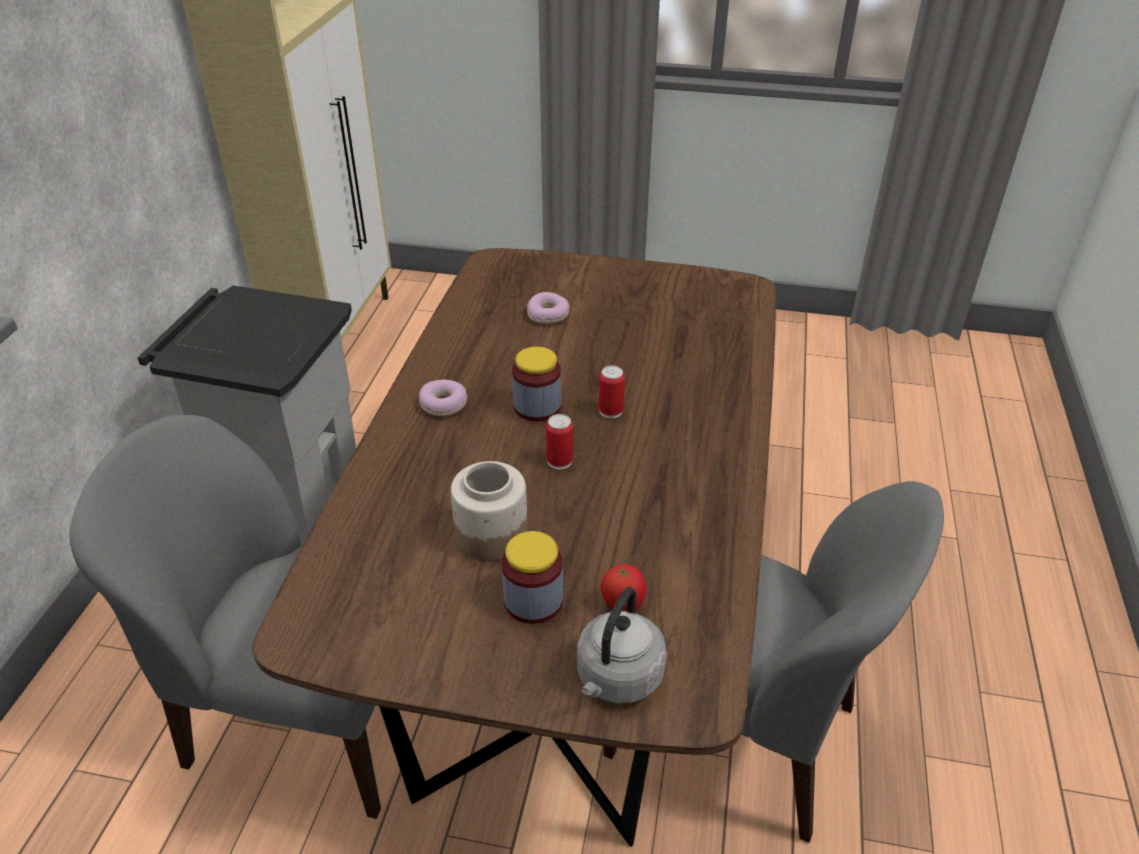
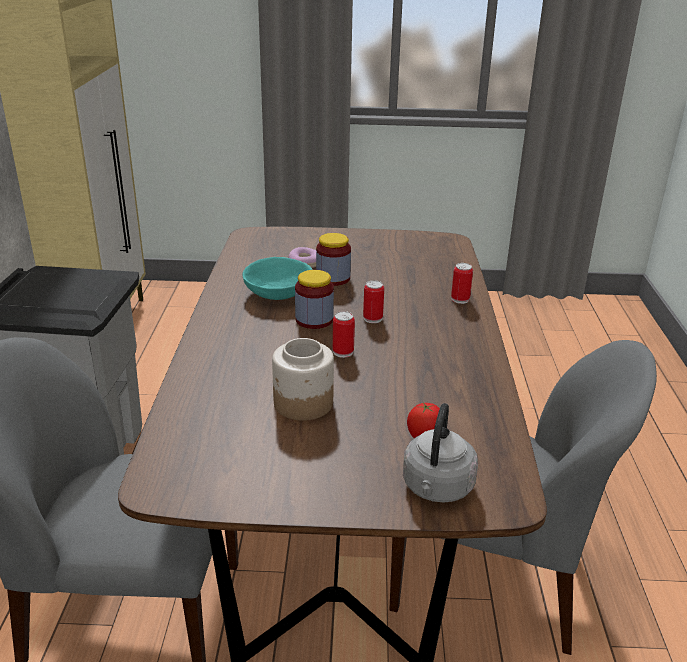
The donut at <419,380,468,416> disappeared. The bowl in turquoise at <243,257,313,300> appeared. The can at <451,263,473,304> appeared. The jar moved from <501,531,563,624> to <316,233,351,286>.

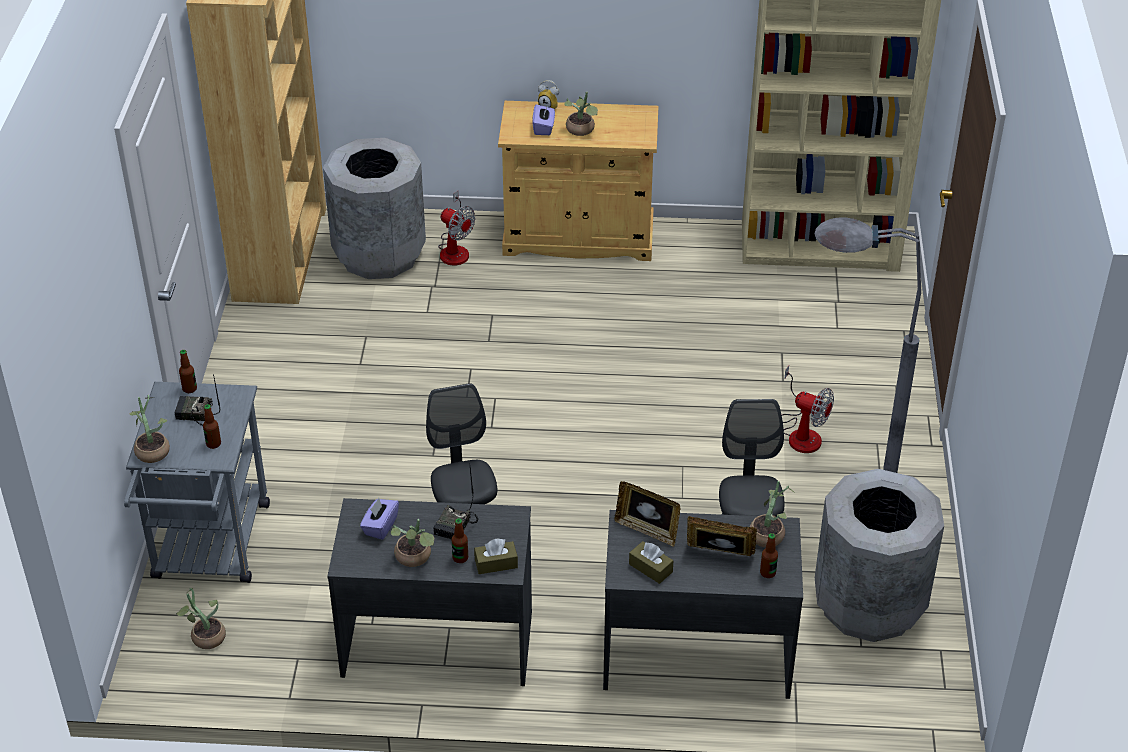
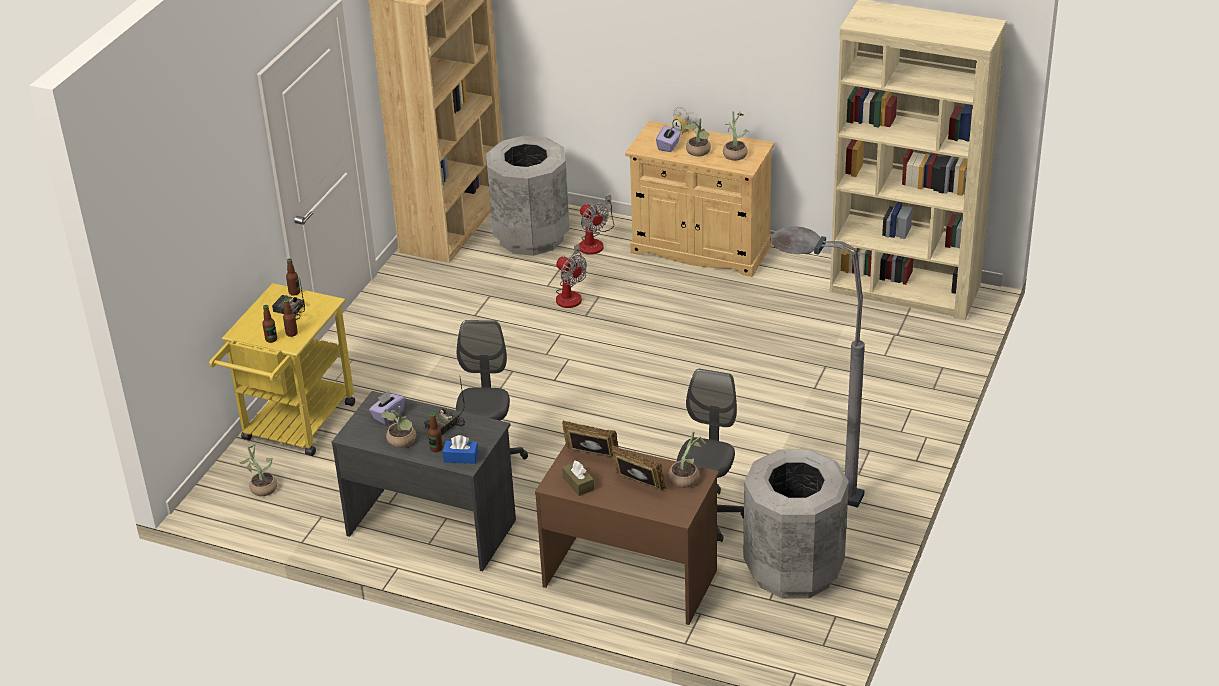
The potted plant moved from <130,395,170,463> to <723,111,749,161>. The bottle moved from <760,533,778,578> to <262,305,277,343>. The fan moved from <782,366,834,453> to <556,244,587,308>. The cart in grey at <124,382,270,583> became the cart in yellow at <209,283,355,456>. The tissue box in brown at <474,538,518,574> became the tissue box in blue at <443,435,479,464>. The desk in grey at <603,510,803,699> became the desk in brown at <535,444,719,625>. The picture frame at <615,481,680,547> turned 150 degrees clockwise.

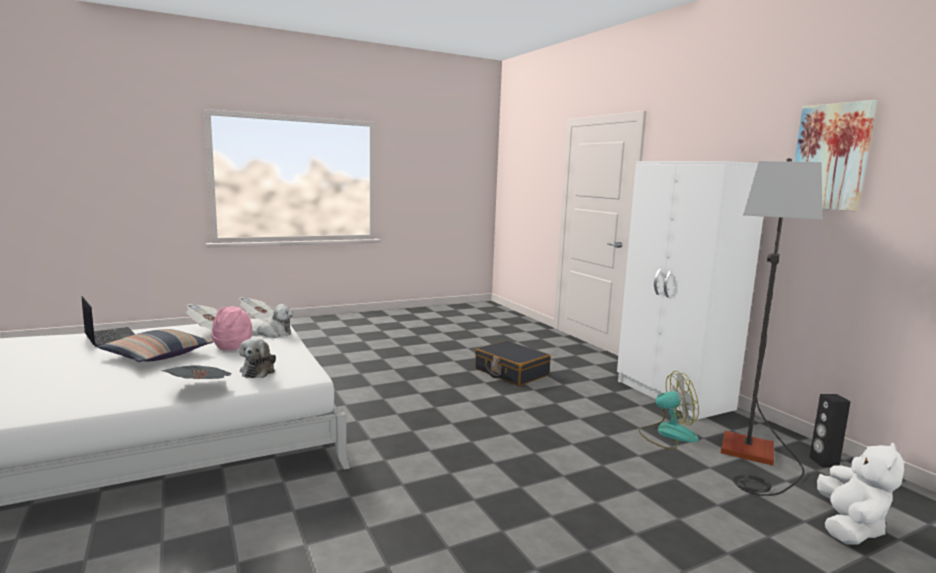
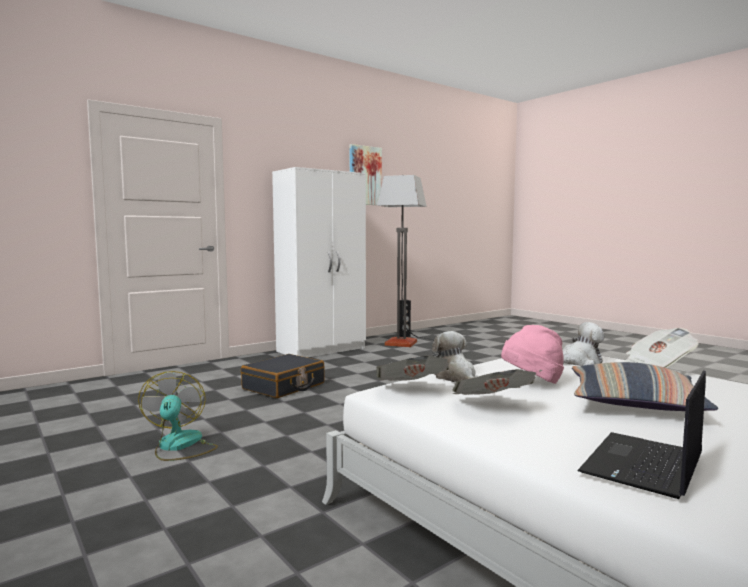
The plush toy in white at <817,442,904,545> disappeared. The fan moved from <638,371,699,450> to <138,371,218,461>.

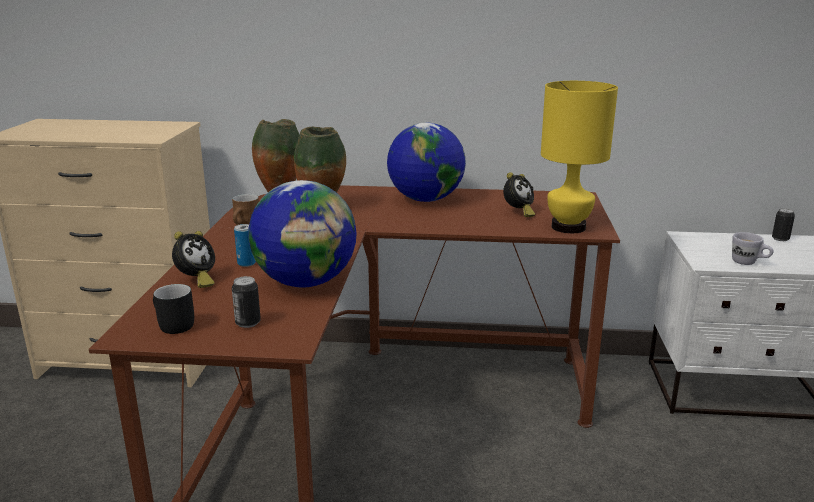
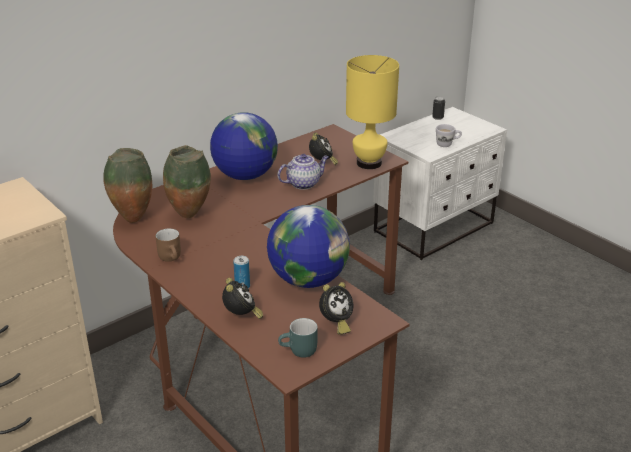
The teapot at <278,154,329,190> appeared. The can at <232,276,261,328> was replaced by the alarm clock at <319,282,353,335>. The mug in black at <153,284,194,334> became the mug in turquoise at <278,318,318,358>.

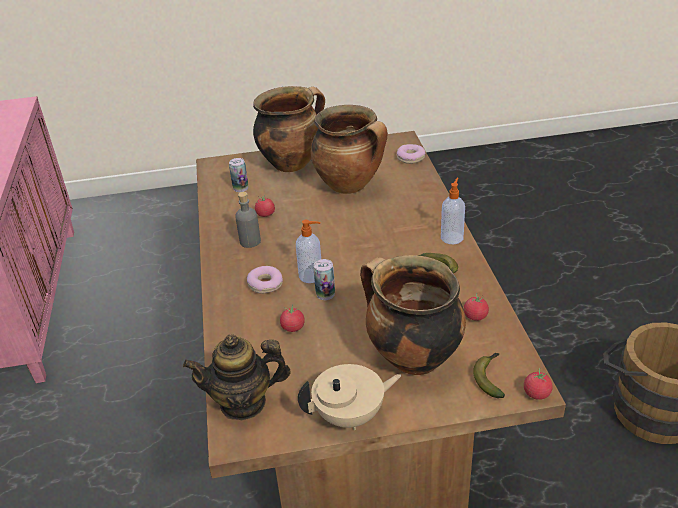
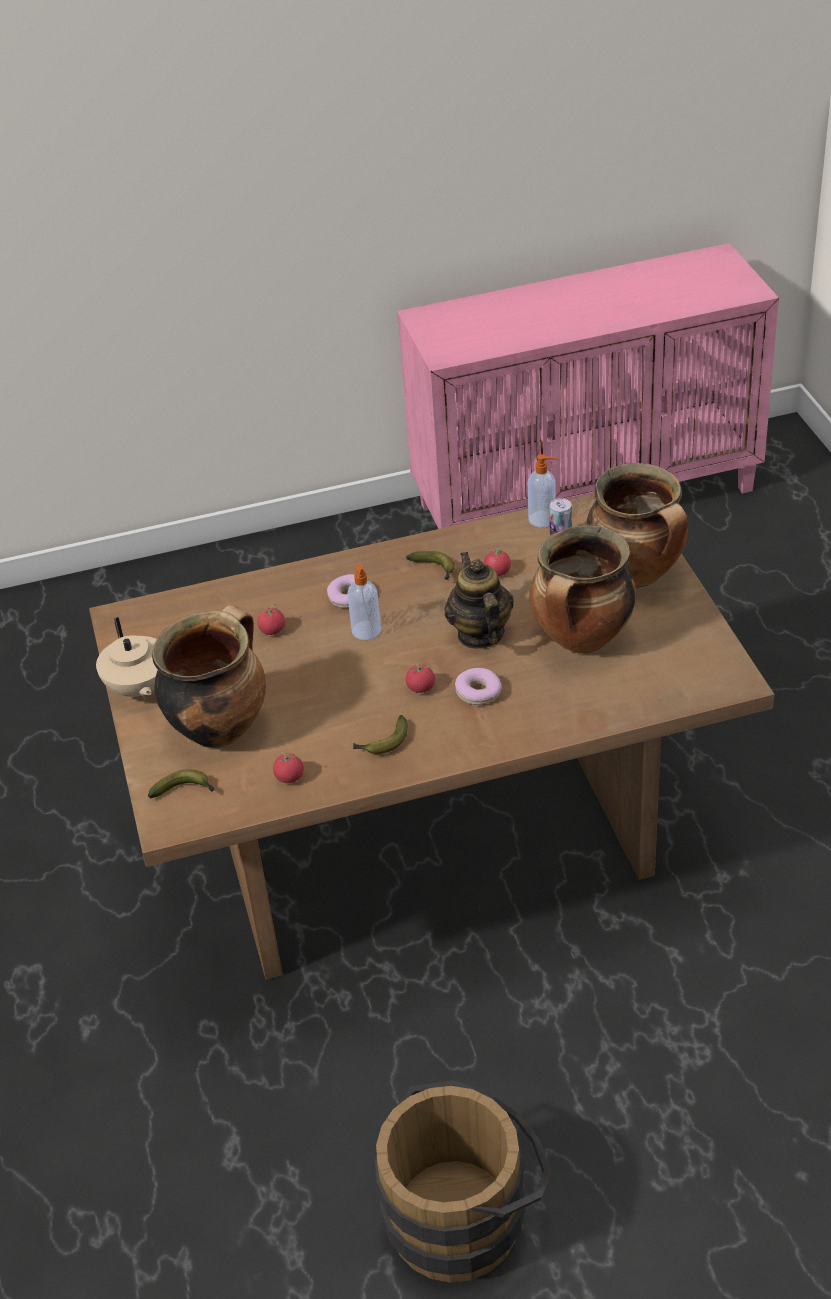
The can at <313,259,335,300> disappeared. The teapot moved from <183,335,291,420> to <444,552,514,649>. The donut moved from <397,144,425,164> to <455,668,502,705>. The soap dispenser moved from <441,178,465,244> to <528,454,558,527>. The tomato moved from <524,368,553,400> to <406,663,435,693>. The bottle in grey at <235,192,261,248> was replaced by the banana at <406,551,455,580>.

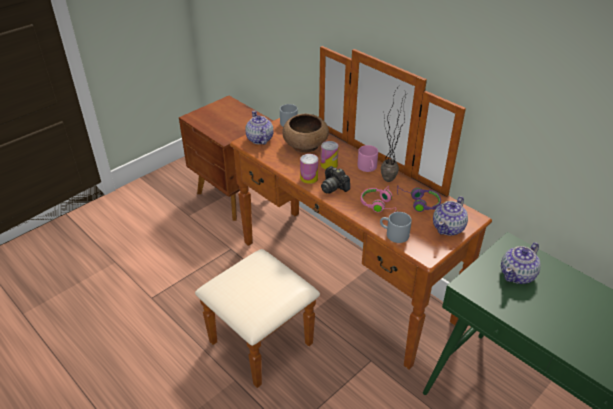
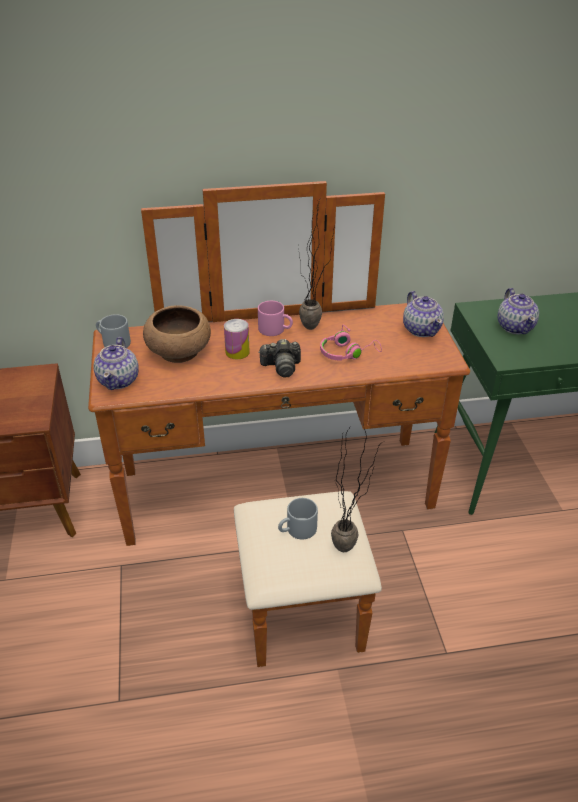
The can at <300,154,318,184> disappeared. The headphones in purple at <397,186,441,212> disappeared. The potted plant at <331,424,383,552> appeared. The mug in grey moved from <380,212,412,243> to <278,498,318,540>. The teapot at <245,111,274,145> turned 105 degrees counterclockwise.

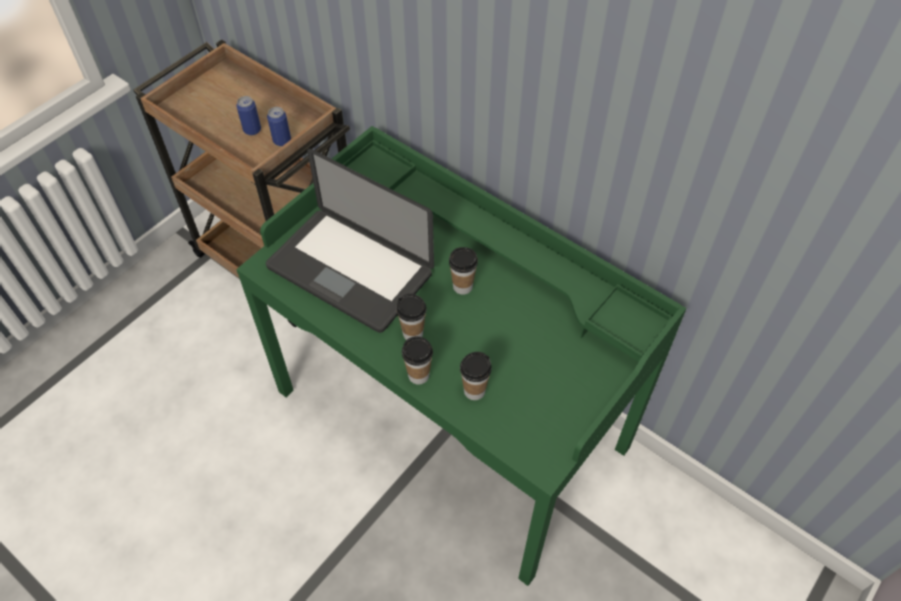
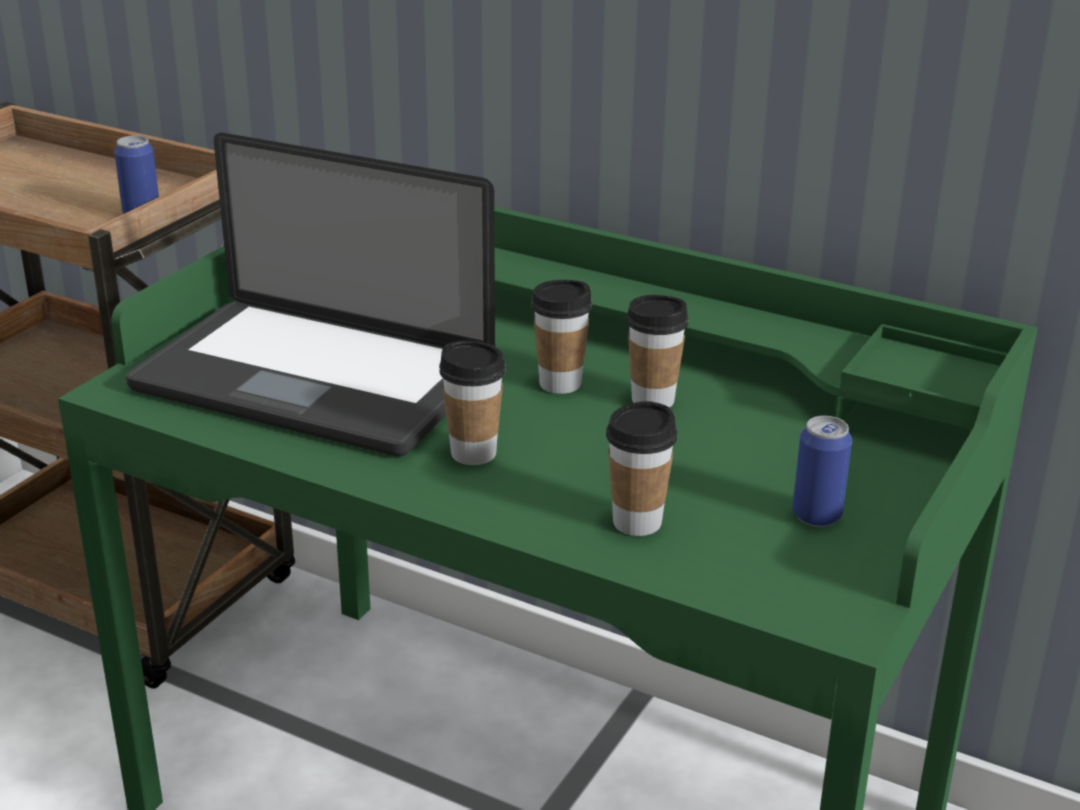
The can moved from <236,96,261,135> to <793,416,852,527>. The cup moved from <402,336,433,385> to <626,295,689,408>.

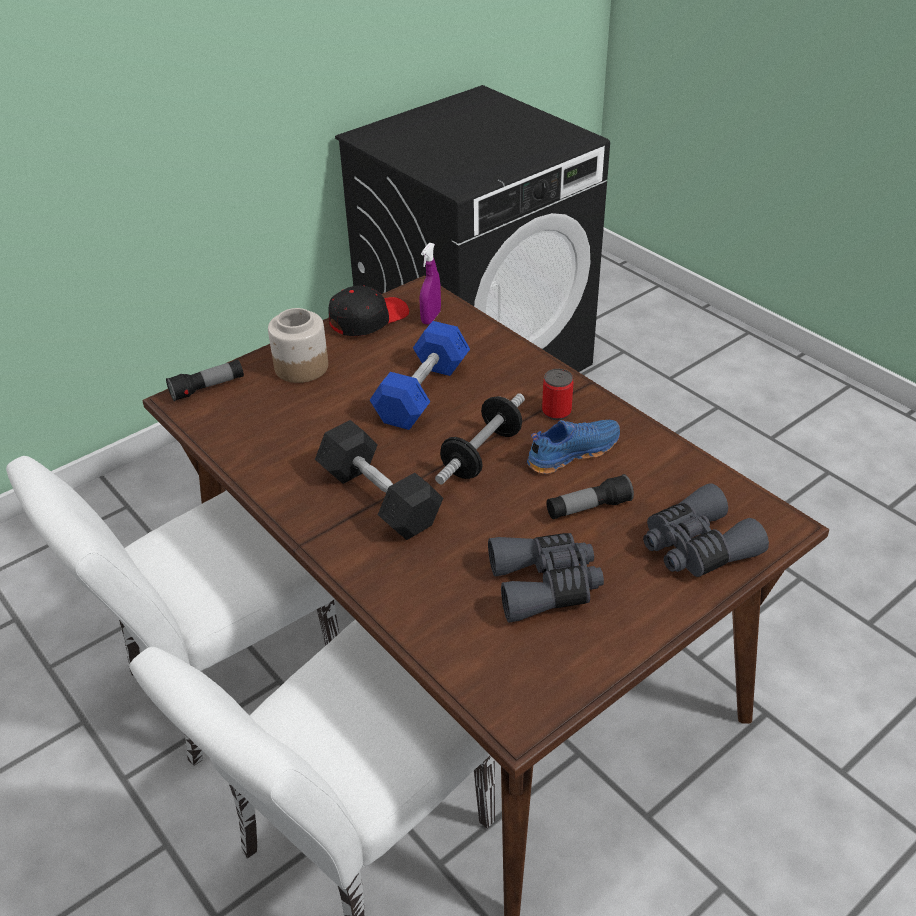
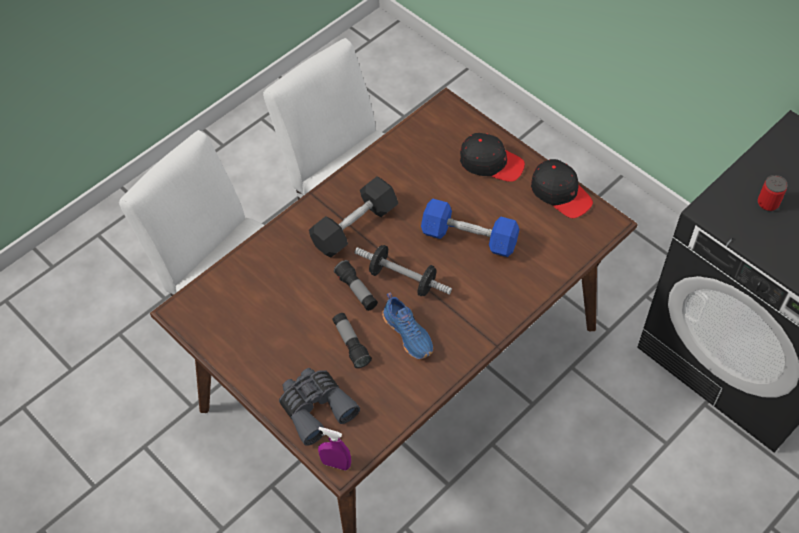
The binoculars in grey at <488,533,604,623> disappeared. The flashlight moved from <166,359,244,402> to <334,260,378,311>. The spray bottle in purple moved from <420,243,441,324> to <318,427,351,470>. The can moved from <542,369,573,420> to <758,175,788,211>. The jar at <268,308,328,383> was replaced by the cap in black at <460,133,525,182>.

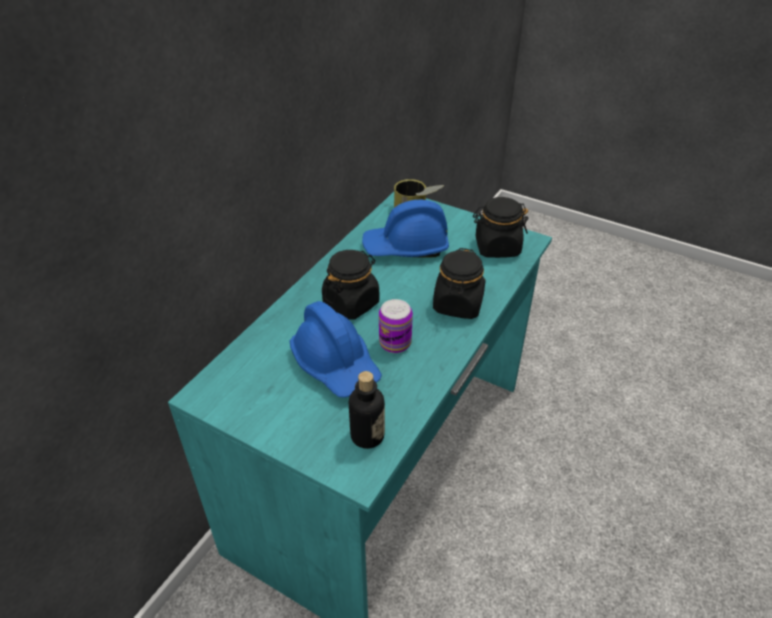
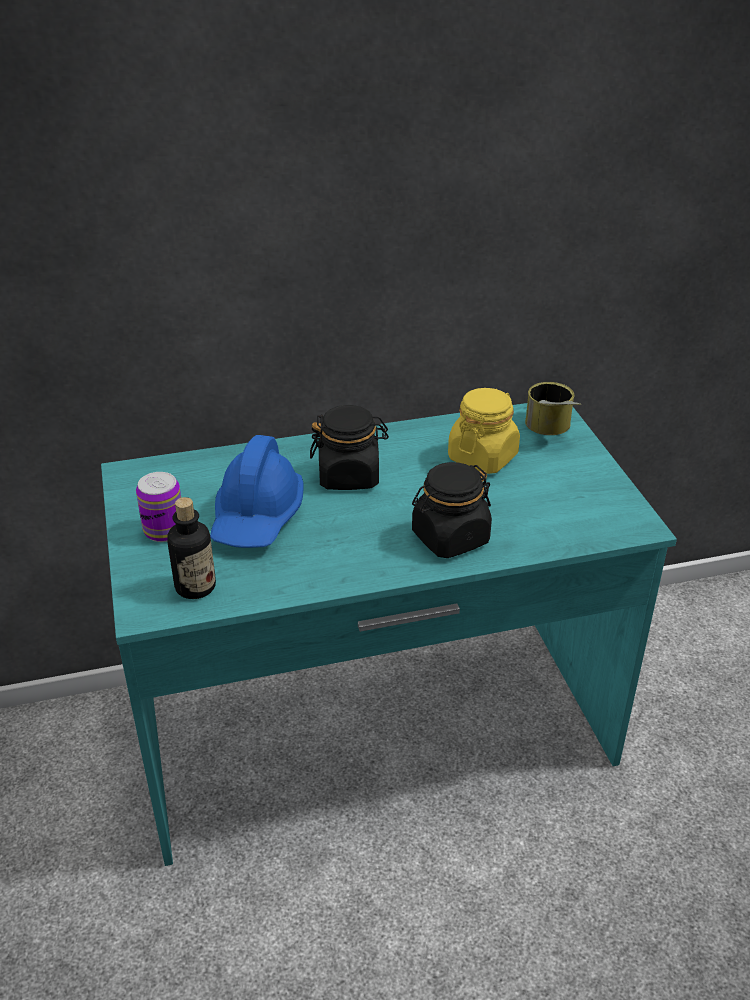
The jar in black at <473,197,529,258> disappeared. The can moved from <379,299,413,353> to <136,472,181,542>. The hard hat in blue at <362,200,449,258> was replaced by the jar in yellow at <448,388,520,474>.

